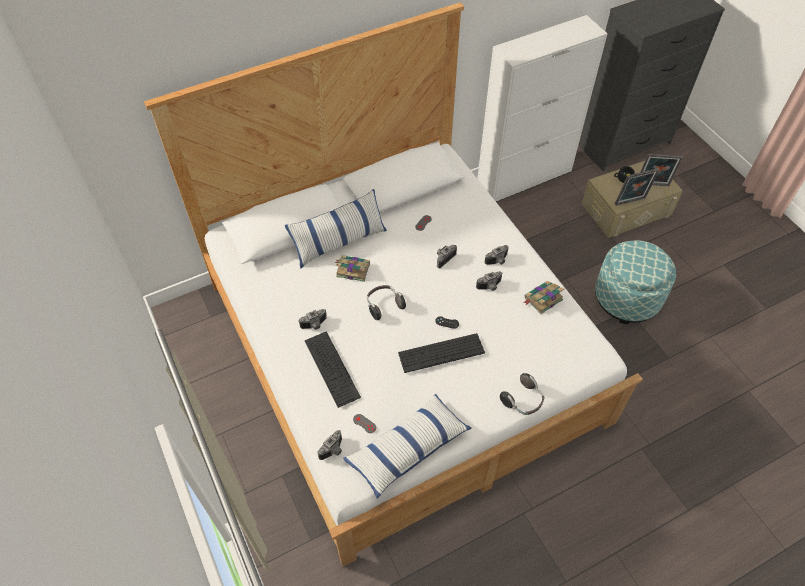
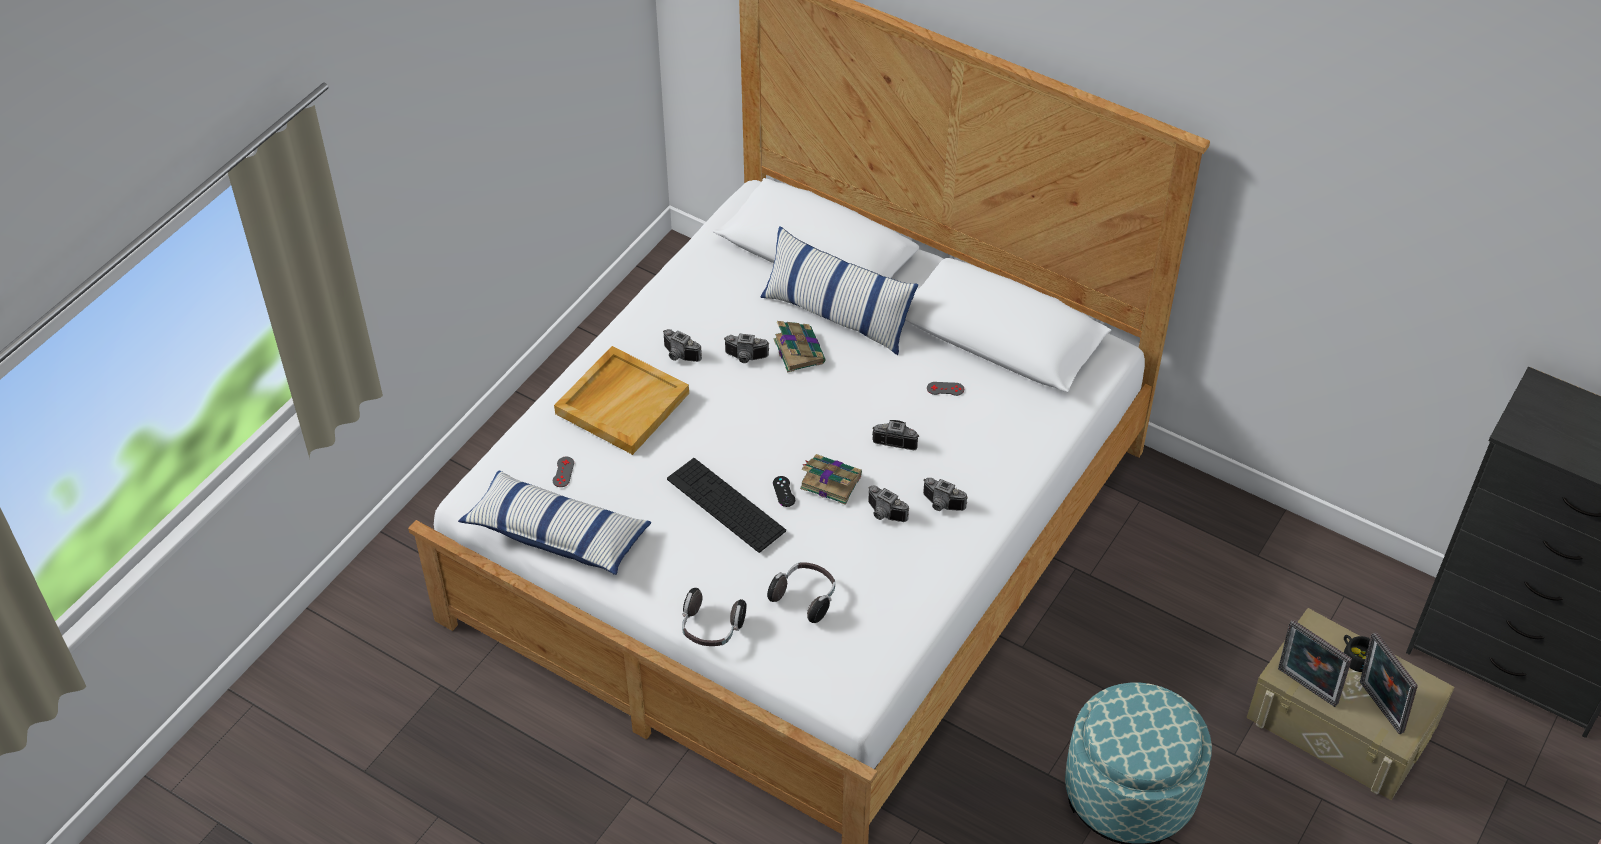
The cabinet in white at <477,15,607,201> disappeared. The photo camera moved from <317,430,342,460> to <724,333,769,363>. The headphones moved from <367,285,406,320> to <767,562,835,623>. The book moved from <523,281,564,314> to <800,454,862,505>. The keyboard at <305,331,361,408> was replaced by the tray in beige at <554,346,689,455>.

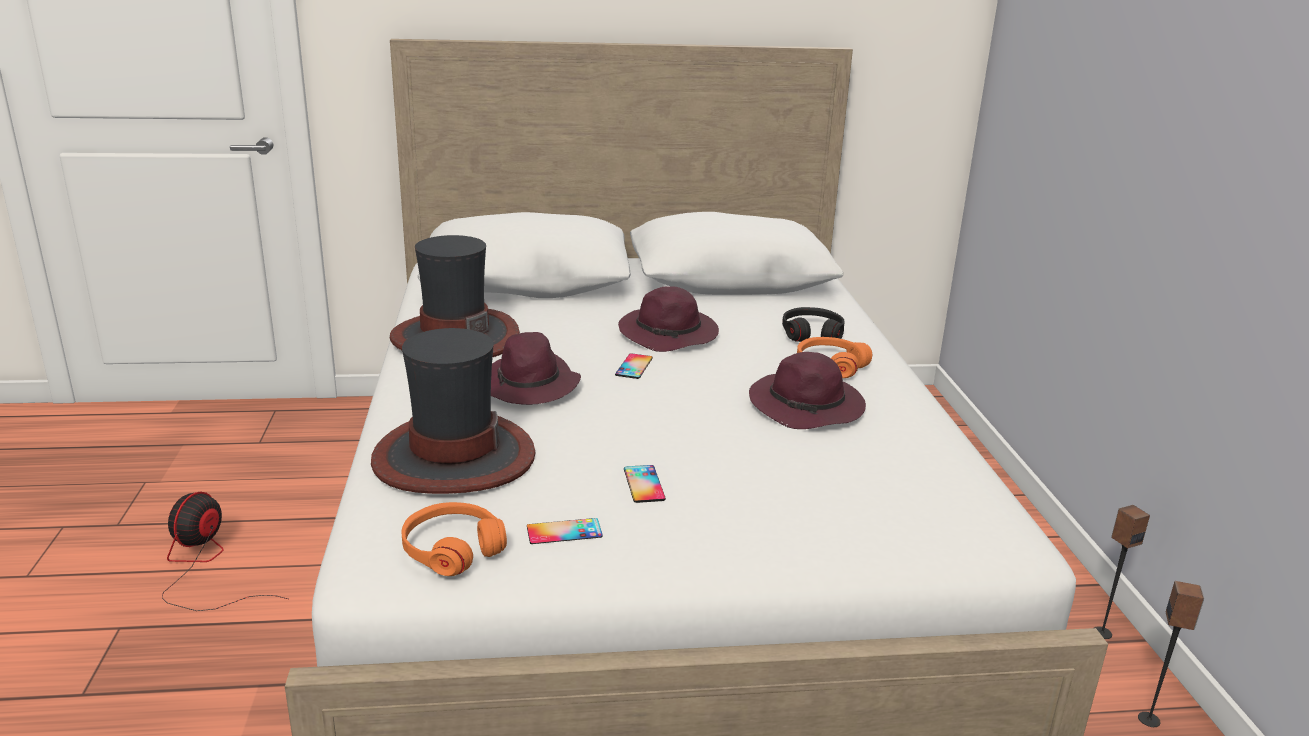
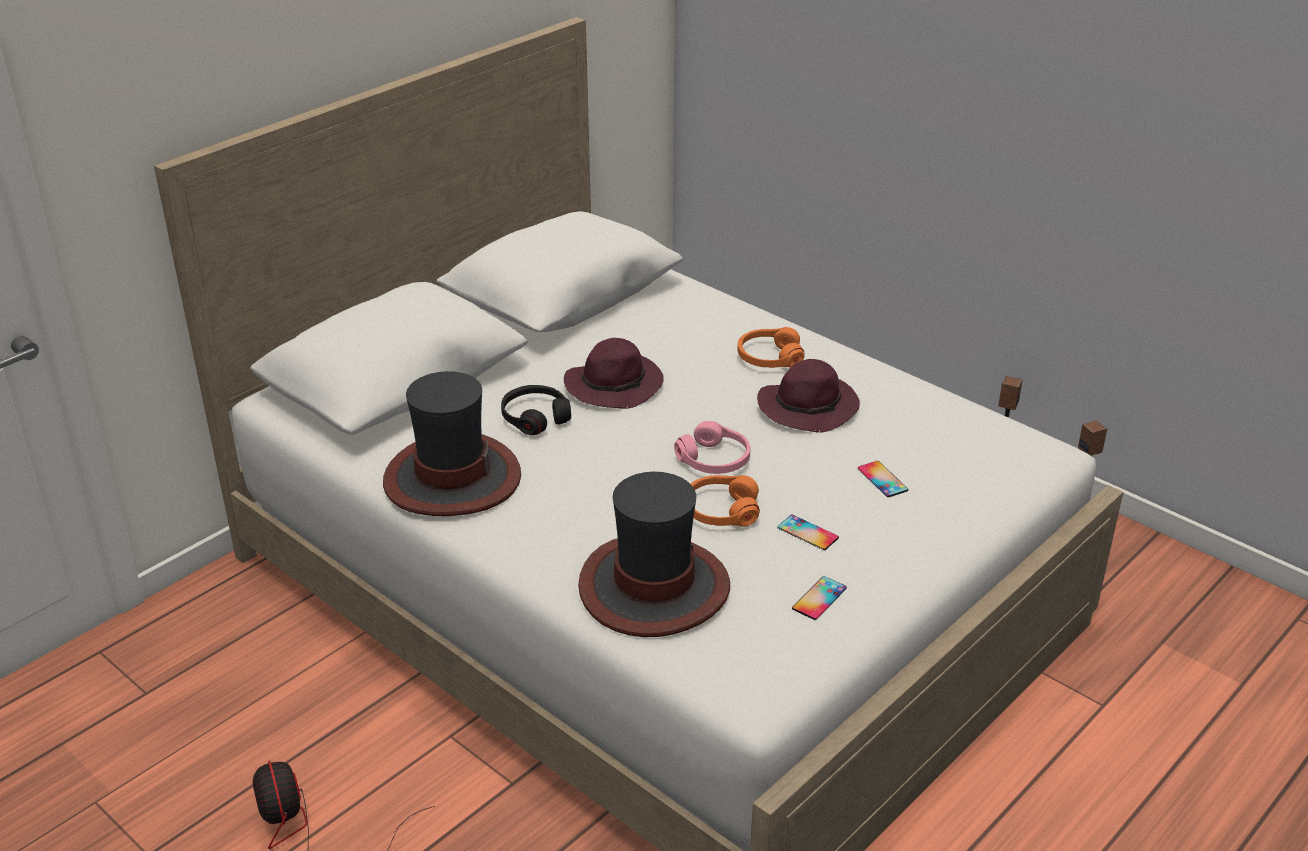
The hat in purple at <491,332,581,405> disappeared. The headphones in pink at <674,421,750,474> appeared. The headphones in orange moved from <402,502,507,576> to <691,475,760,527>. The phone moved from <615,353,653,379> to <858,461,908,497>. The headphones in black moved from <782,307,844,342> to <501,385,571,435>.

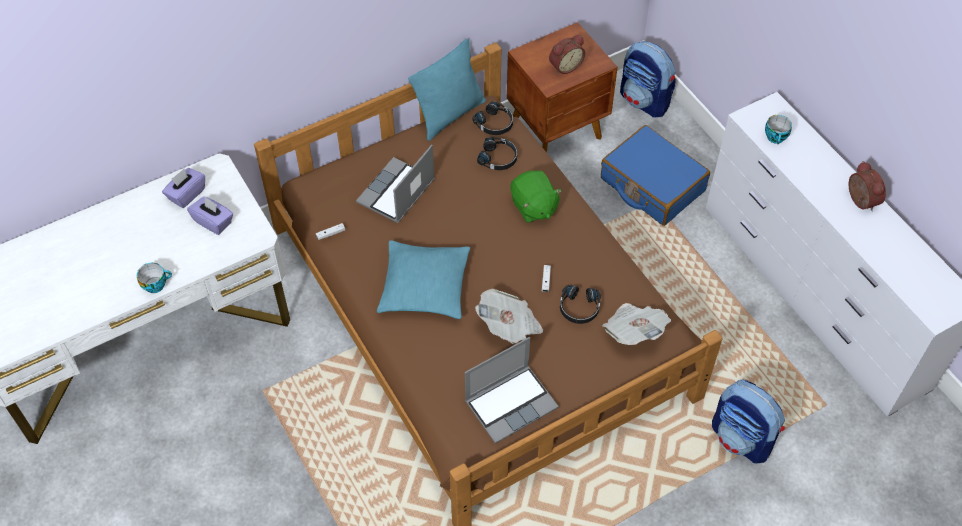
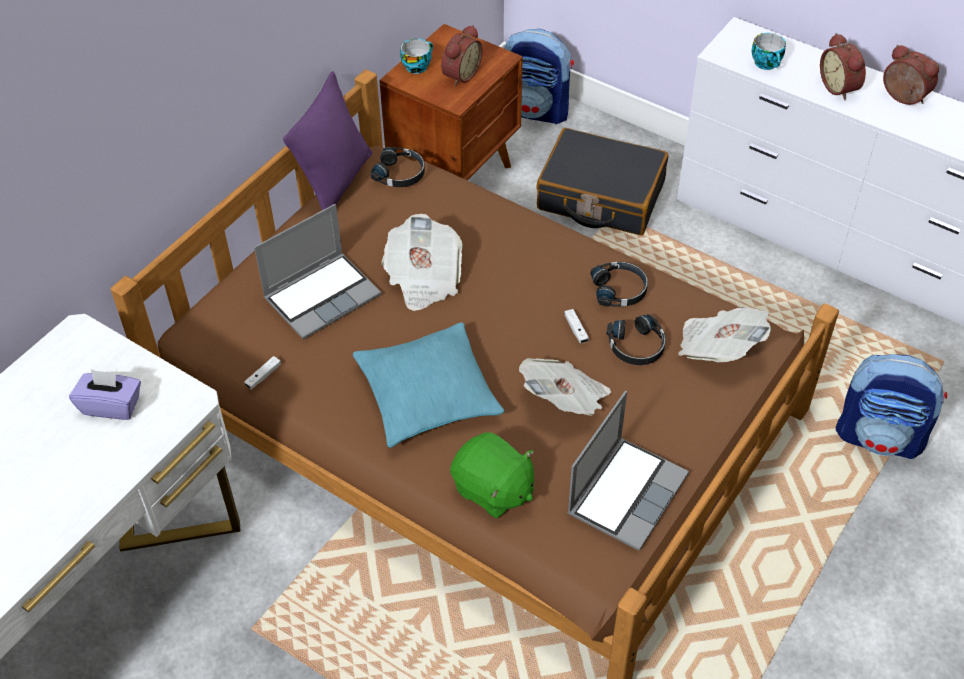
The tissue box in purple at <162,168,205,208> disappeared. The newspaper at <381,214,463,311> appeared. The alarm clock at <820,33,866,100> appeared. The cup moved from <137,263,172,293> to <400,39,433,74>. The headphones in black moved from <477,137,517,170> to <590,262,648,307>. The plush toy in green moved from <510,171,562,223> to <450,432,534,518>. The pillow in turquoise at <408,38,486,141> became the pillow in purple at <283,71,373,210>. The suitcase in blue at <601,125,710,226> became the suitcase in black at <536,128,669,235>. The laptop at <356,145,435,223> turned 135 degrees counterclockwise.

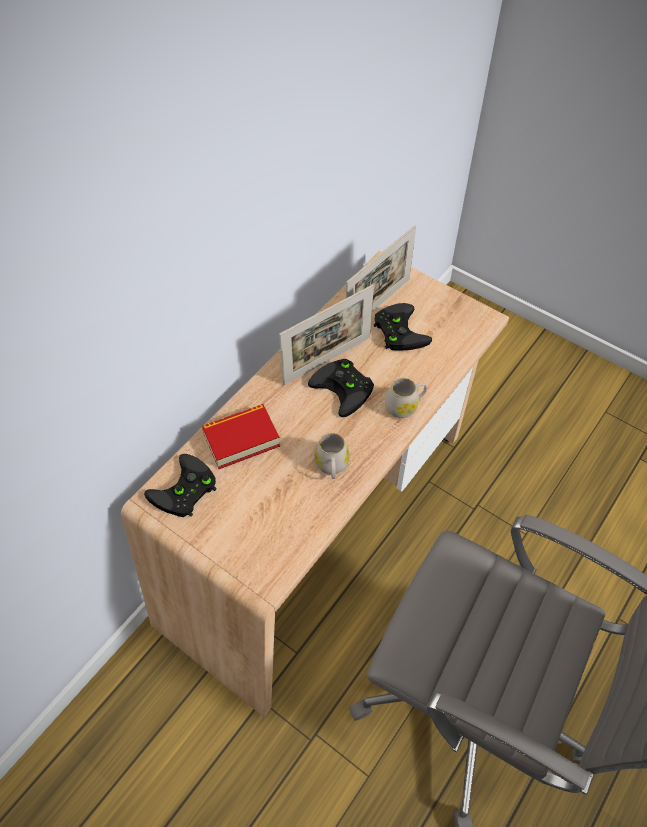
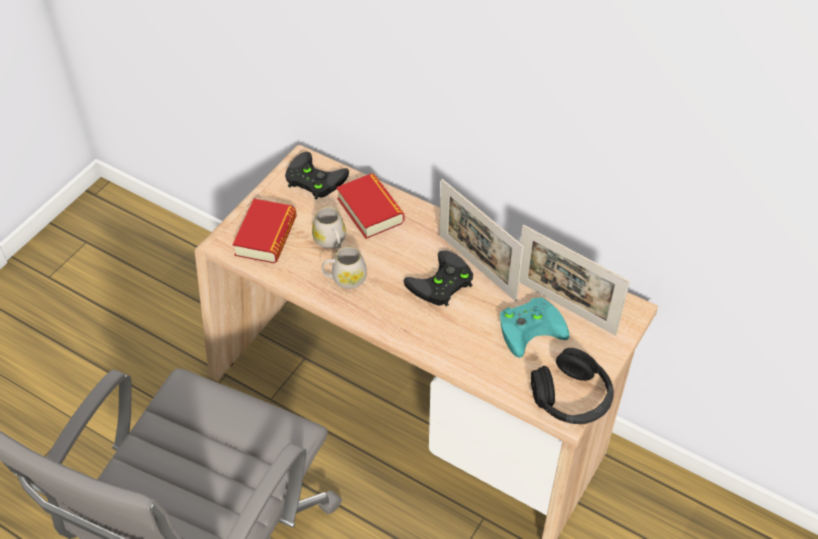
The book at <233,199,297,263> appeared. The headphones in black at <531,348,614,424> appeared. The mug in white moved from <385,378,427,418> to <312,207,346,249>. The game controller in black at <374,303,432,351> became the game controller in turquoise at <500,297,569,358>.

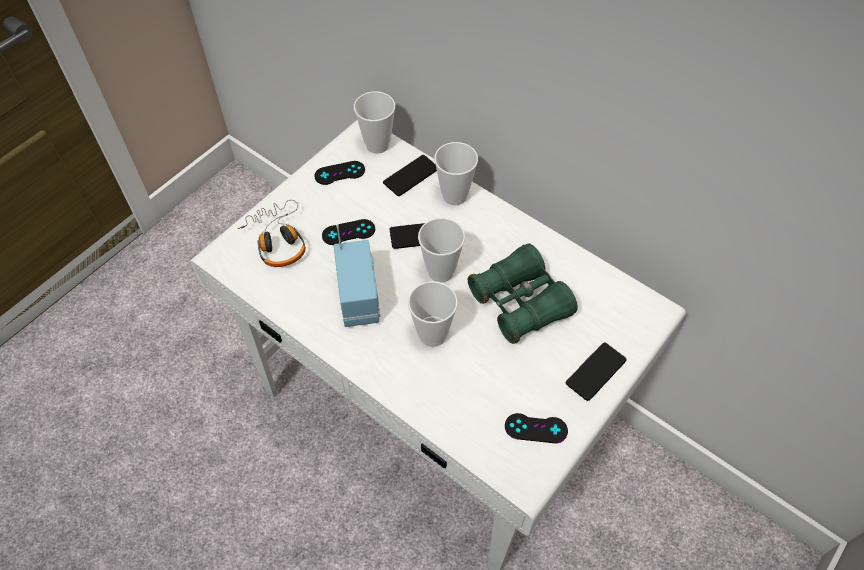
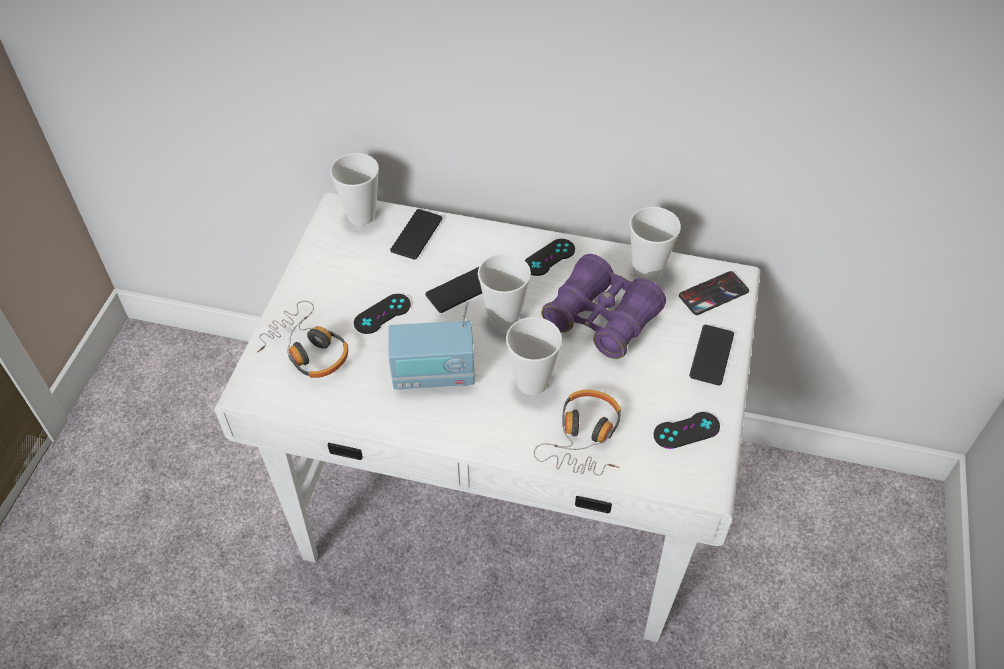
The headphones at <534,390,621,476> appeared. The phone at <679,271,749,315> appeared. The game controller in black moved from <314,161,365,185> to <525,239,575,276>. The cup moved from <434,142,478,205> to <630,207,681,281>. The binoculars in green at <468,243,578,344> became the binoculars in purple at <541,254,666,359>. The radio at <334,224,380,327> turned 120 degrees clockwise.

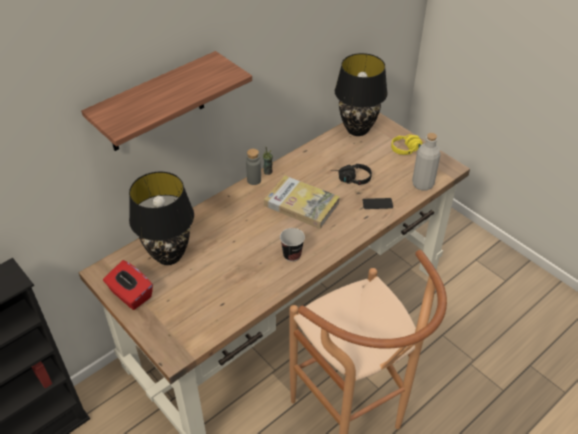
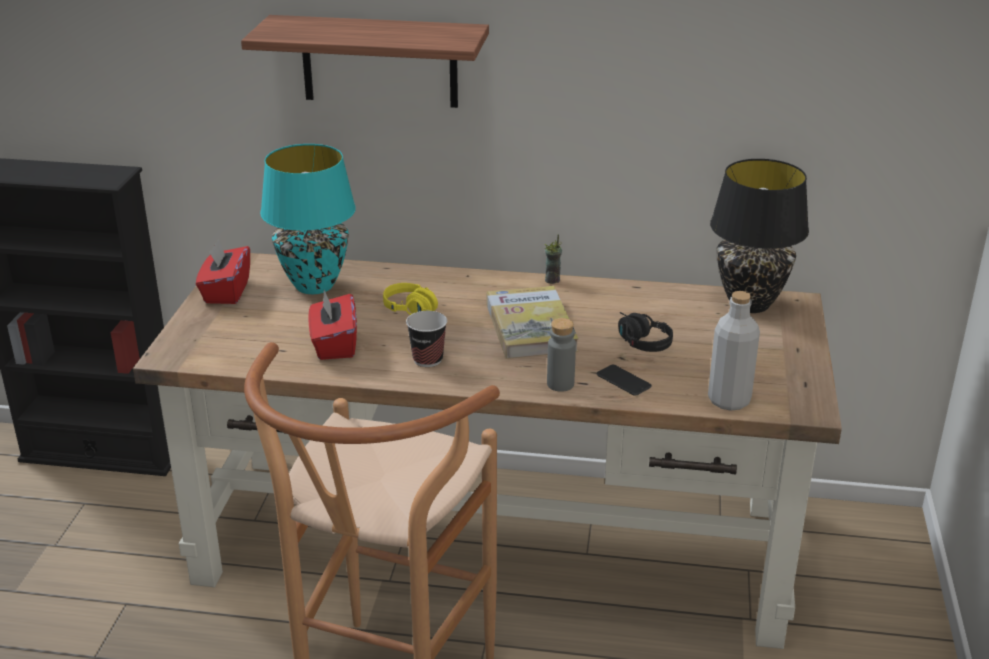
The tissue box in red at <308,290,357,360> appeared. The bottle in grey moved from <246,149,261,185> to <547,318,576,392>. The headphones in yellow moved from <391,134,423,155> to <383,283,438,315>. The table lamp in black at <129,172,194,265> became the table lamp in turquoise at <260,144,356,294>.

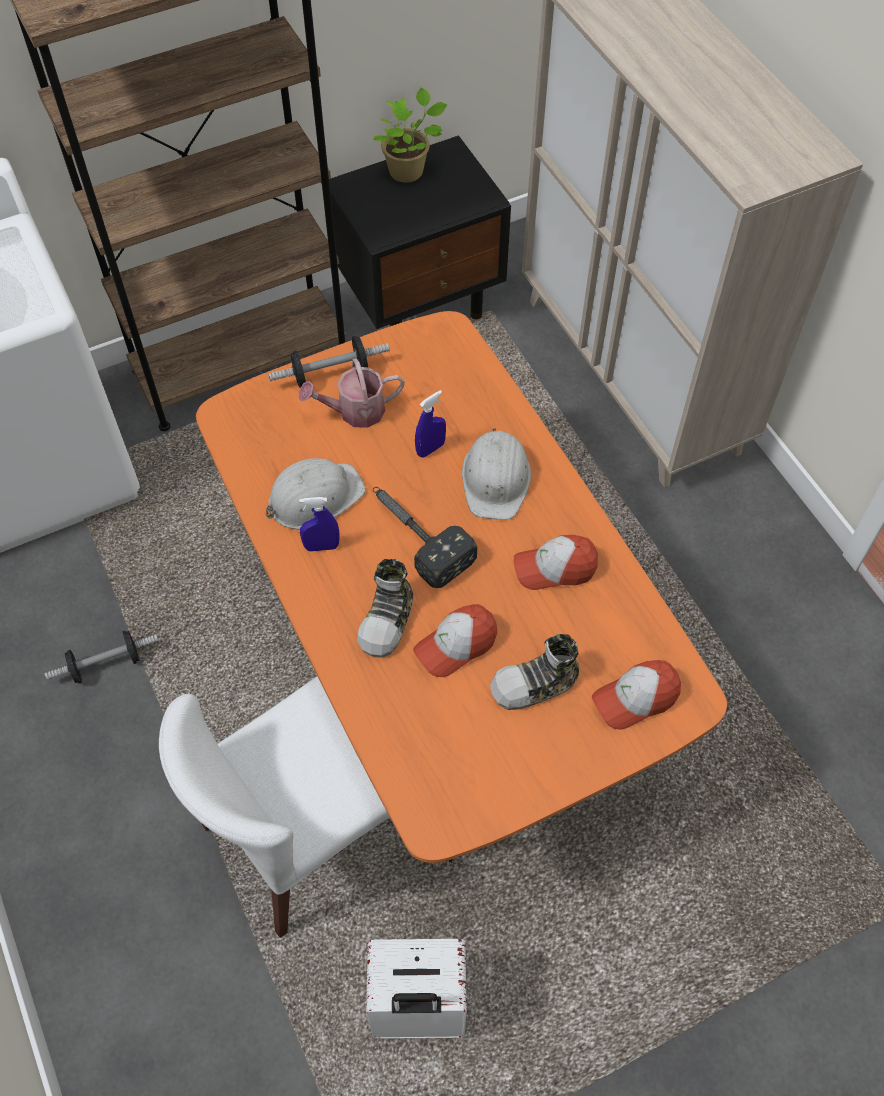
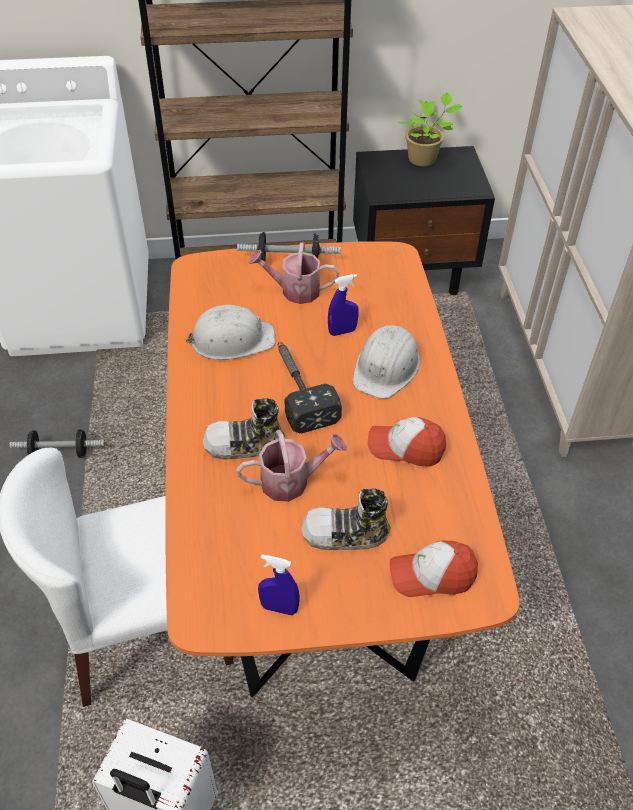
The spray bottle in blue moved from <299,497,340,552> to <258,554,300,615>. The cap at <413,604,497,677> was replaced by the watering can at <237,430,347,502>. The shoe at <357,559,414,658> turned 45 degrees clockwise.

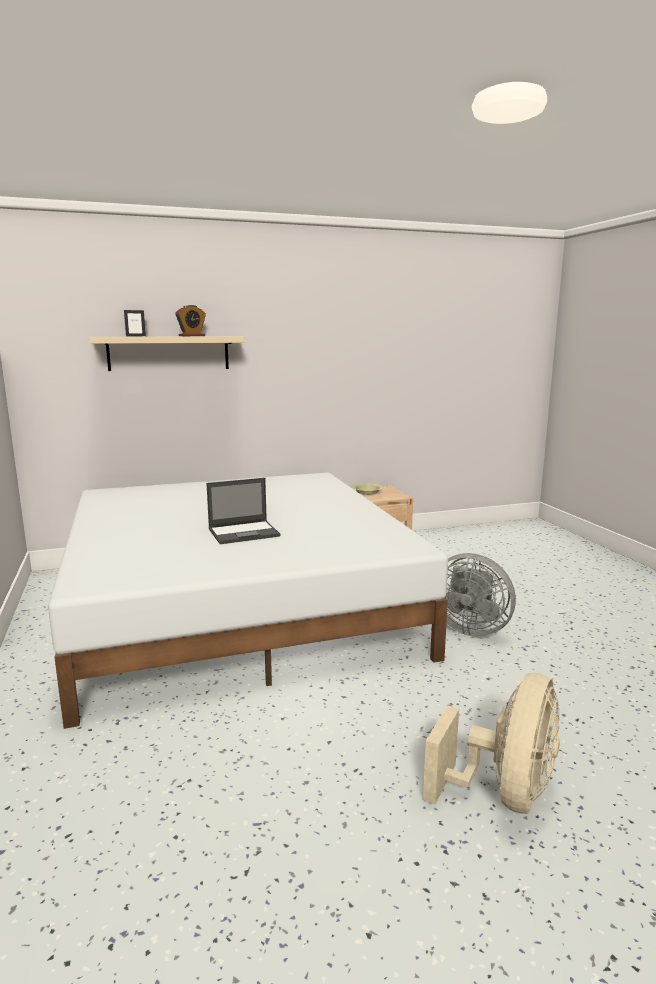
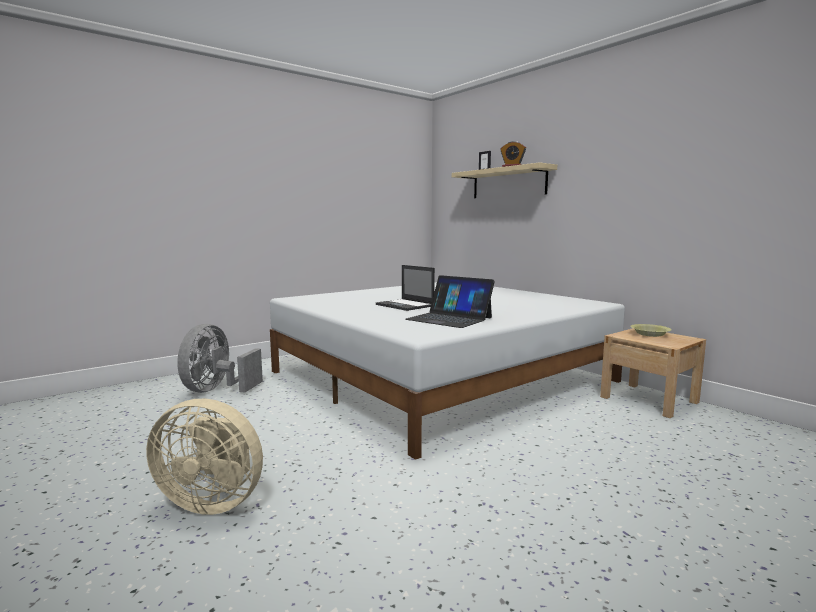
The laptop at <405,275,495,328> appeared. The fan in grey moved from <445,553,516,637> to <177,324,263,393>.

